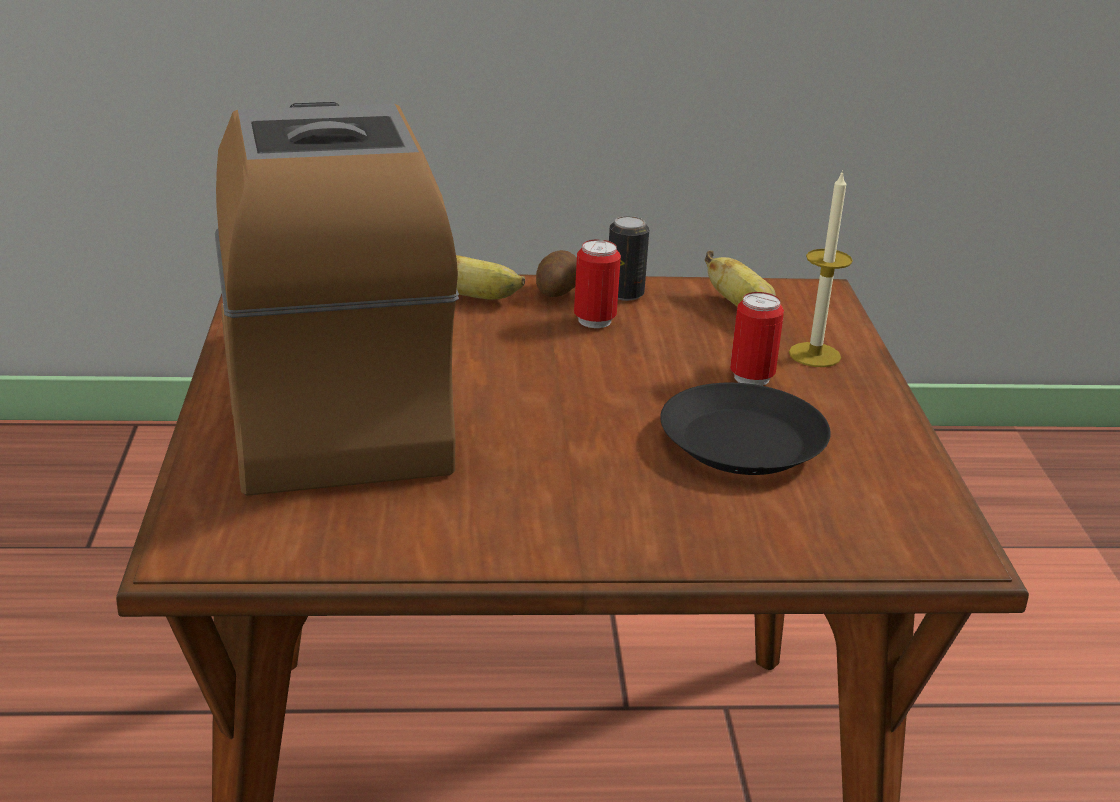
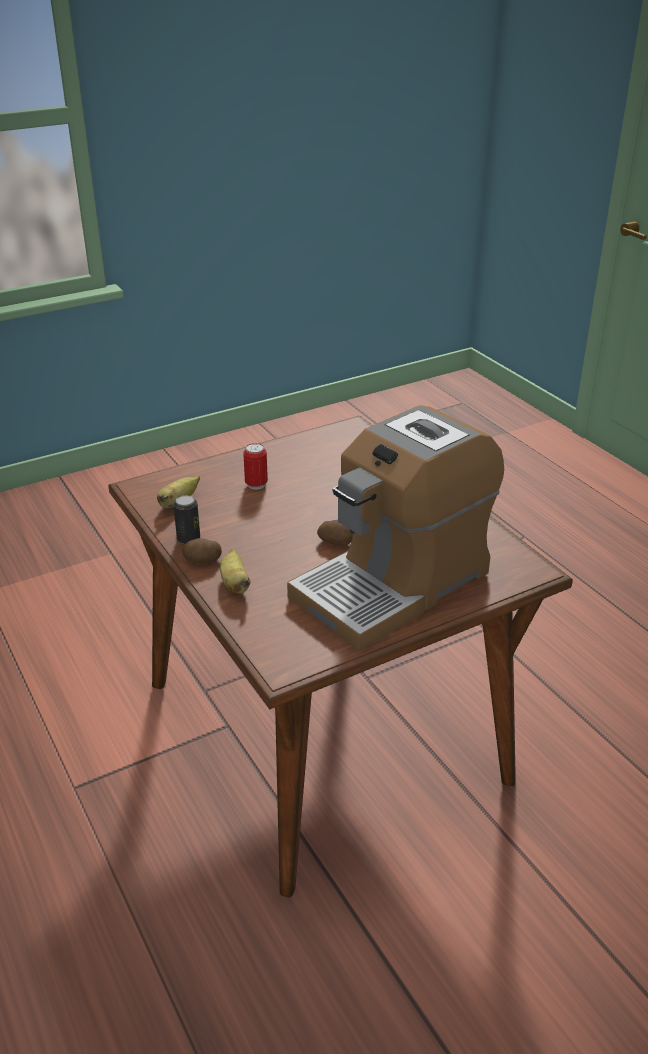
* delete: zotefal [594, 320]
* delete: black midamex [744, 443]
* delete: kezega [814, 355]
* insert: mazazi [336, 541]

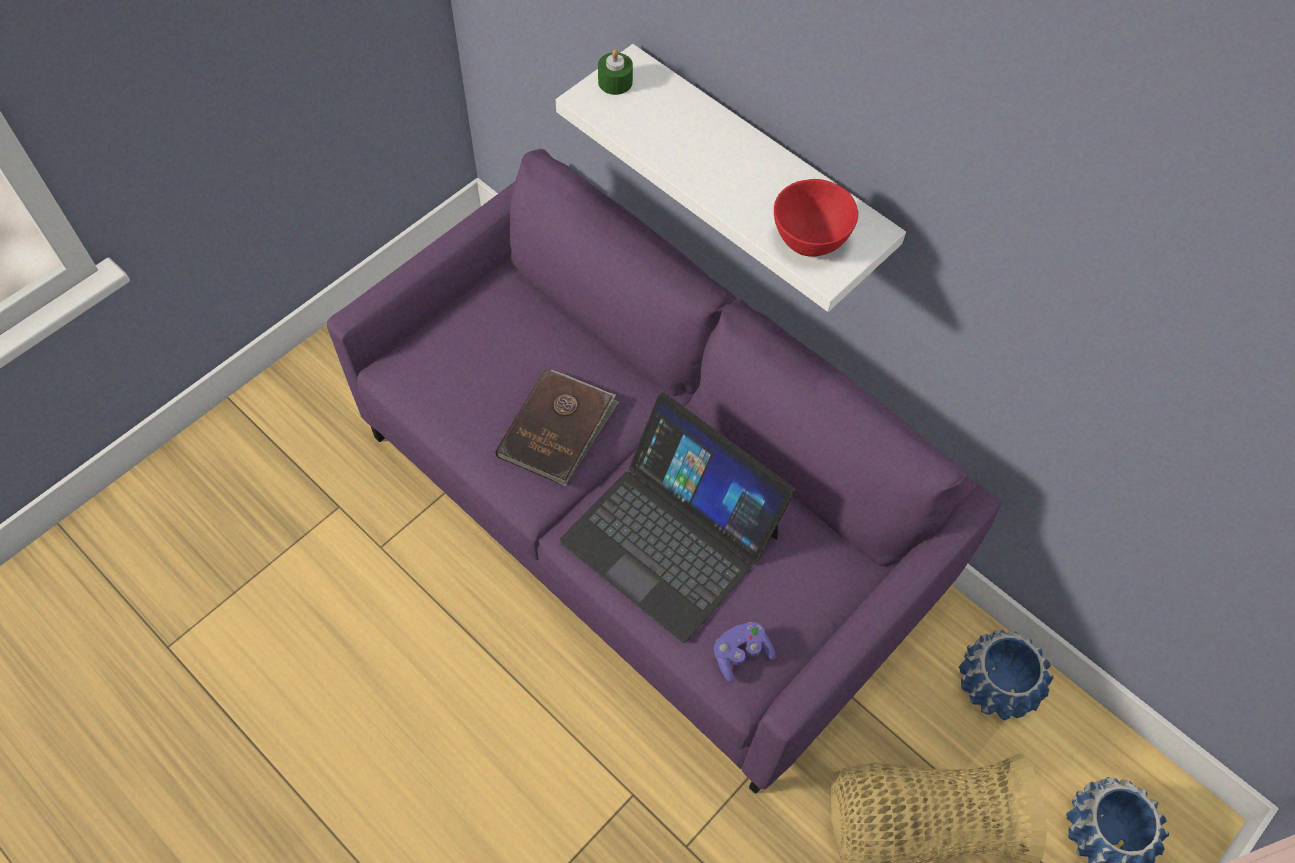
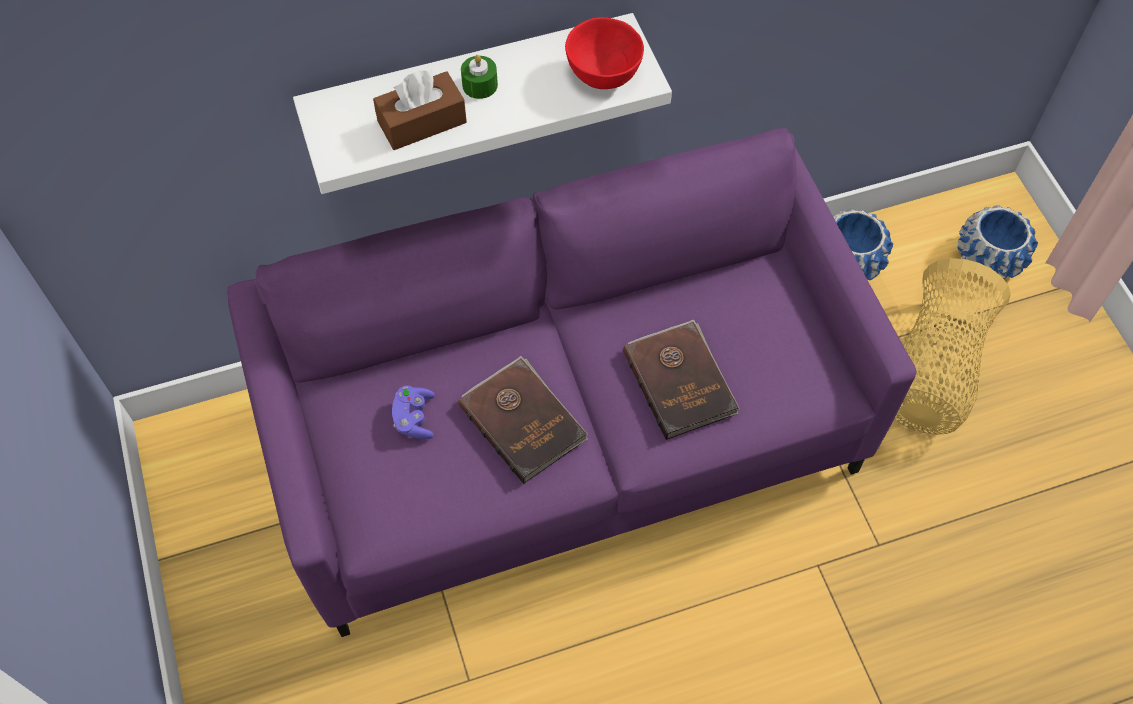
* replace: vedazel [671, 537] to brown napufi [680, 381]
* move: green kezega [615, 82] to [480, 85]
* move: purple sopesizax [741, 654] to [414, 418]
* insert: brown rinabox [422, 122]

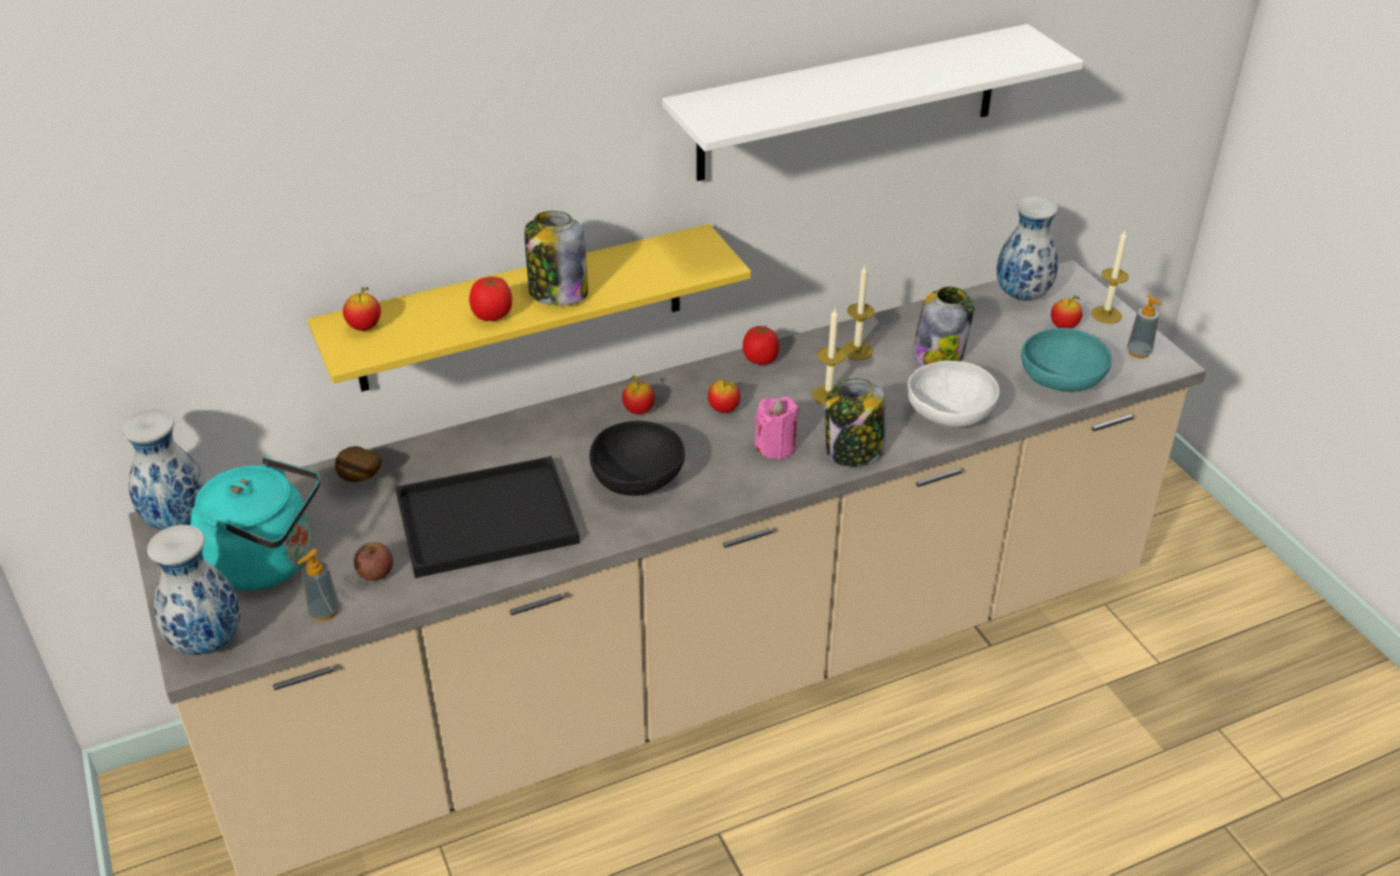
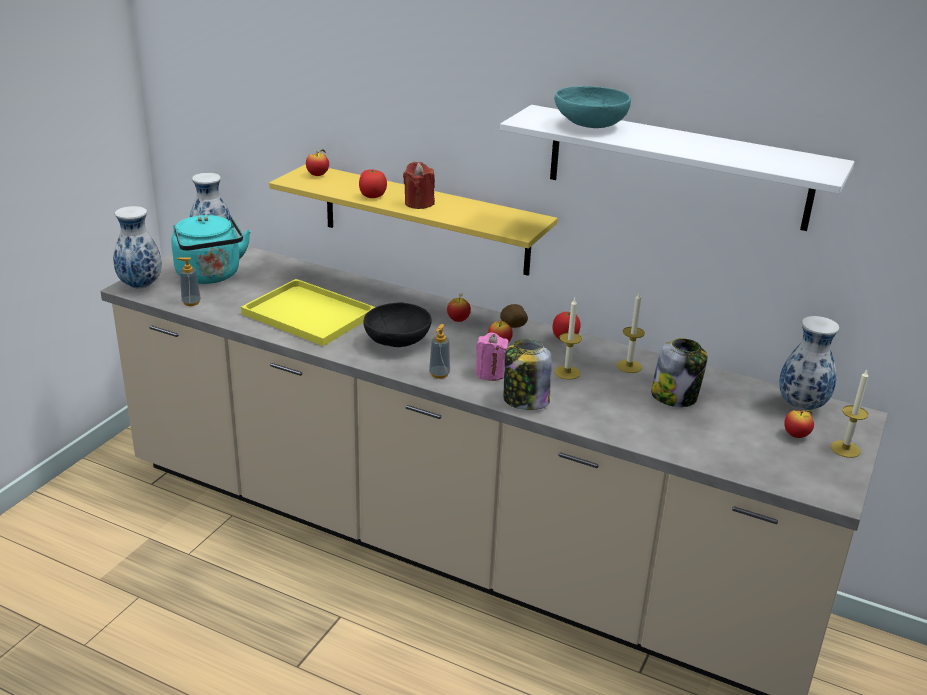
* move: mazazi [360, 480] to [512, 328]
* delete: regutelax [376, 573]
* recolor: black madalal [489, 517] to yellow madalal [311, 314]
* replace: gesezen [557, 292] to red kezega [419, 203]
* delete: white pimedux [949, 417]
* move: turquoise pimedux [1061, 382] to [589, 126]
* move: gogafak [1139, 352] to [439, 374]

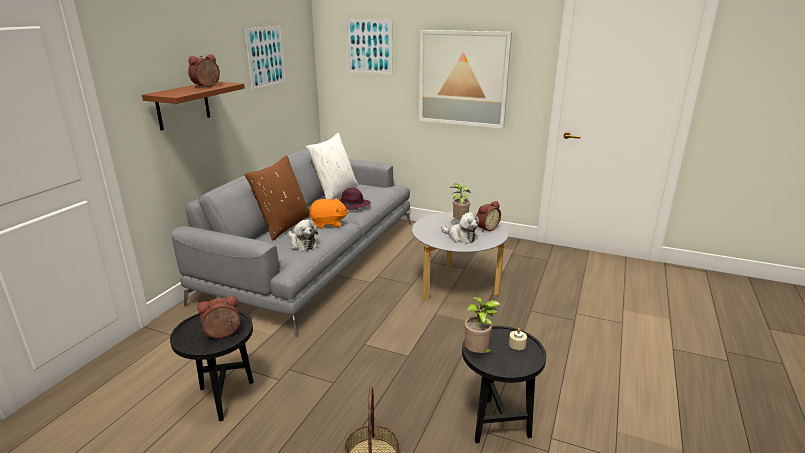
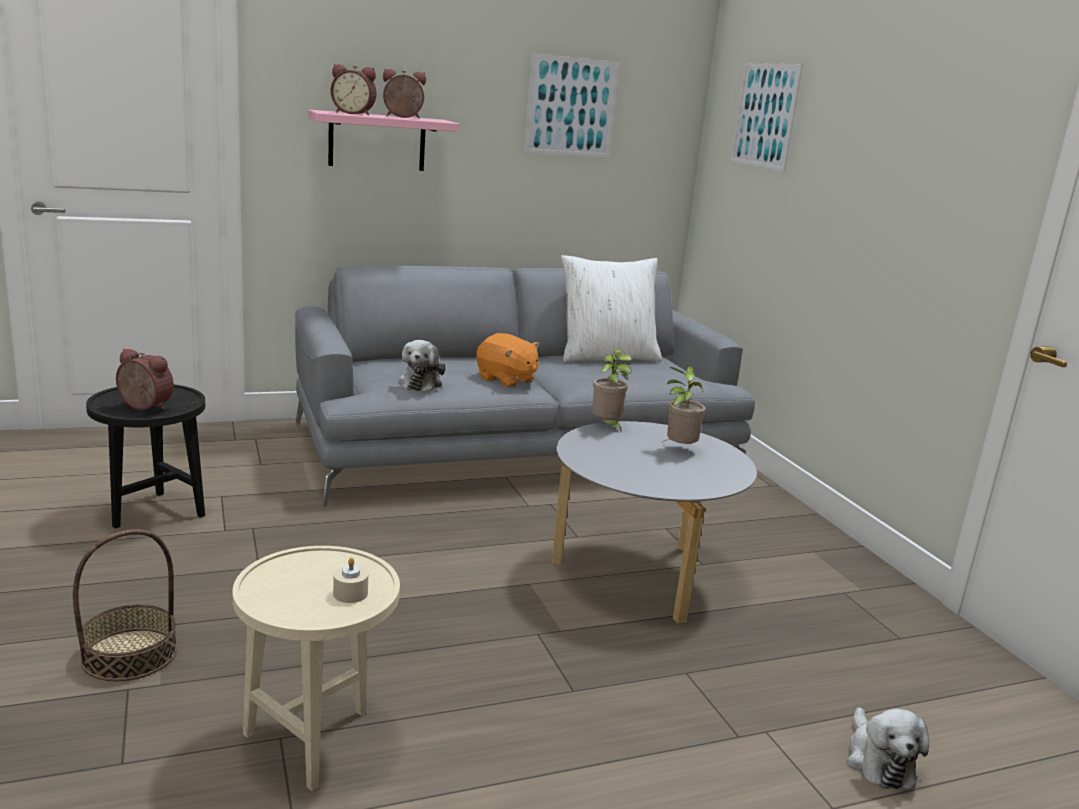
* recolor: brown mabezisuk [183, 105] to pink mabezisuk [377, 141]
* delete: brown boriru [283, 225]
* delete: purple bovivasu [351, 205]
* delete: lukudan [463, 78]
* move: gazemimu [460, 237] to [878, 760]
* recolor: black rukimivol [496, 421] to beige rukimivol [316, 738]
* move: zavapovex [478, 354] to [607, 427]
* move: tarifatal [486, 228] to [354, 113]

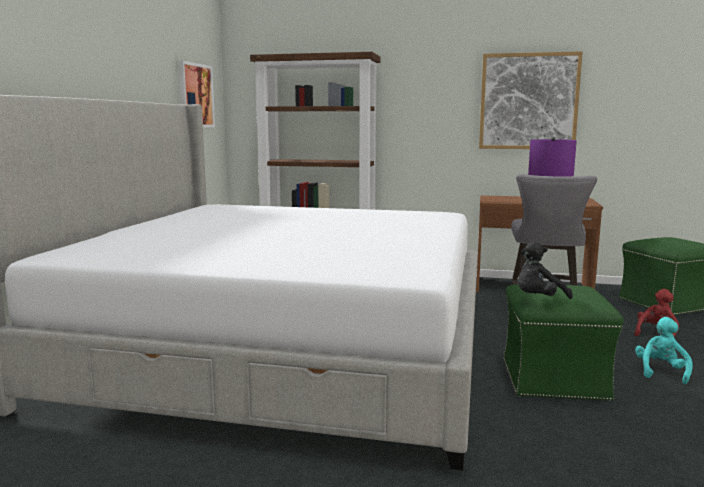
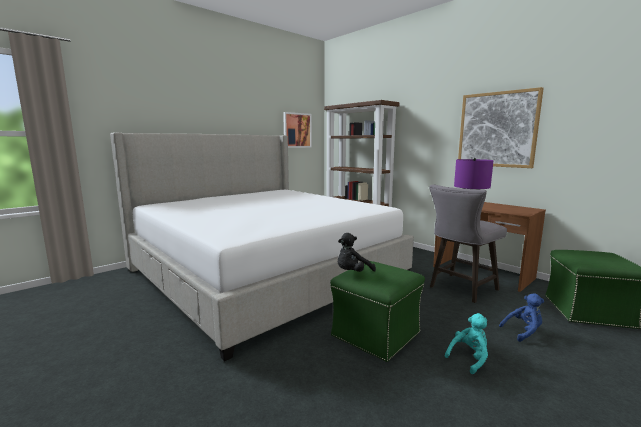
* rotate: black gazemimu [538, 299] = [352, 273] 45 degrees counterclockwise
* recolor: red gazemimu [656, 335] to blue gazemimu [523, 332]

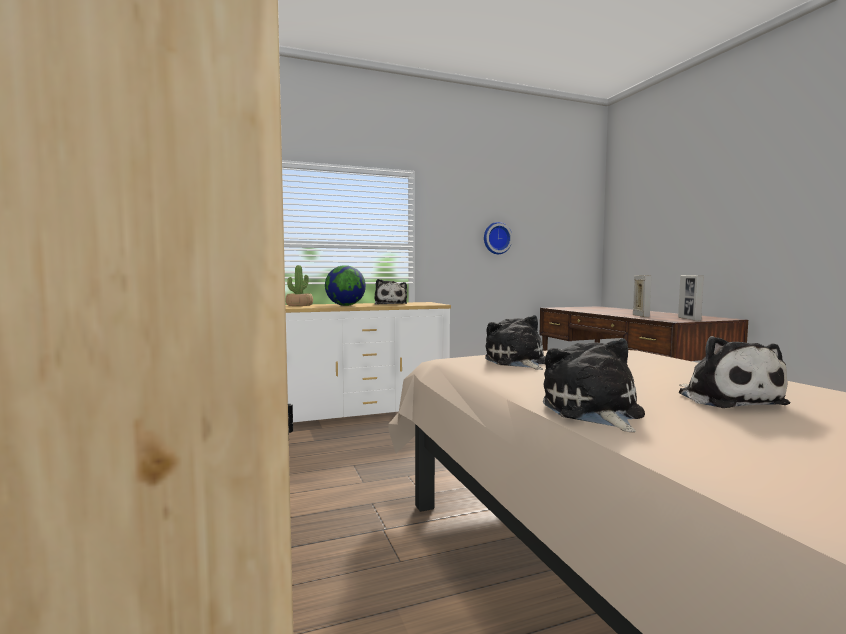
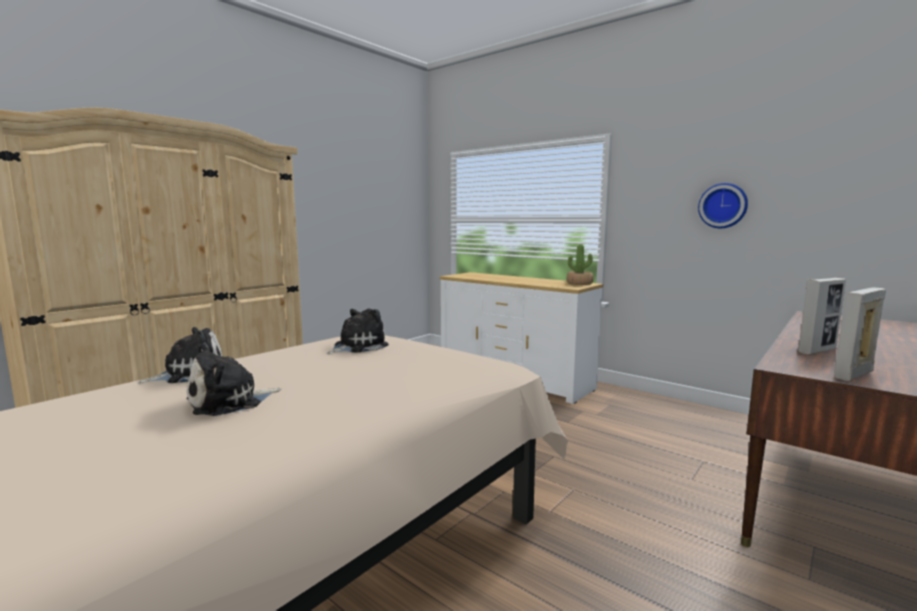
* move: zavapovex [299, 305] to [579, 283]
* delete: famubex [345, 305]
* delete: gazemimu [390, 304]

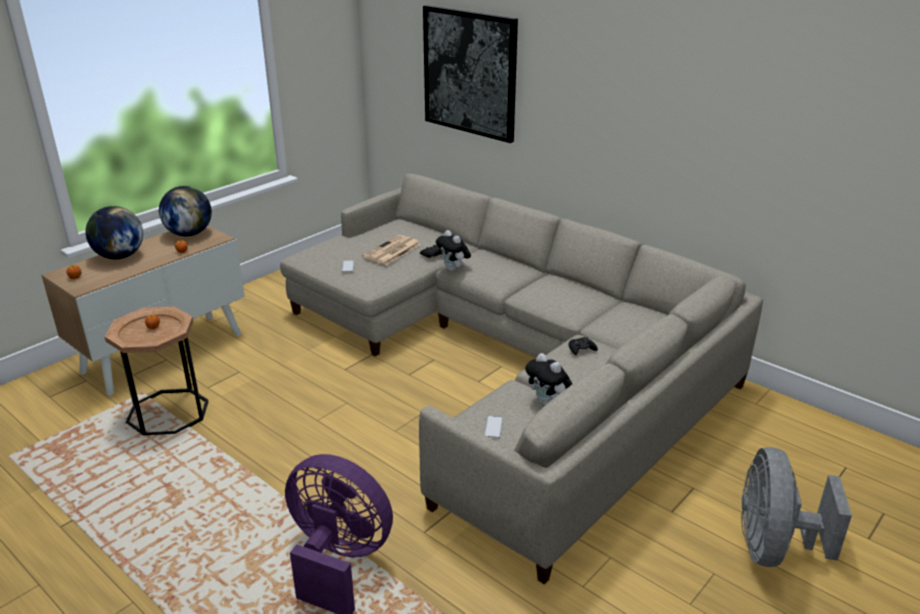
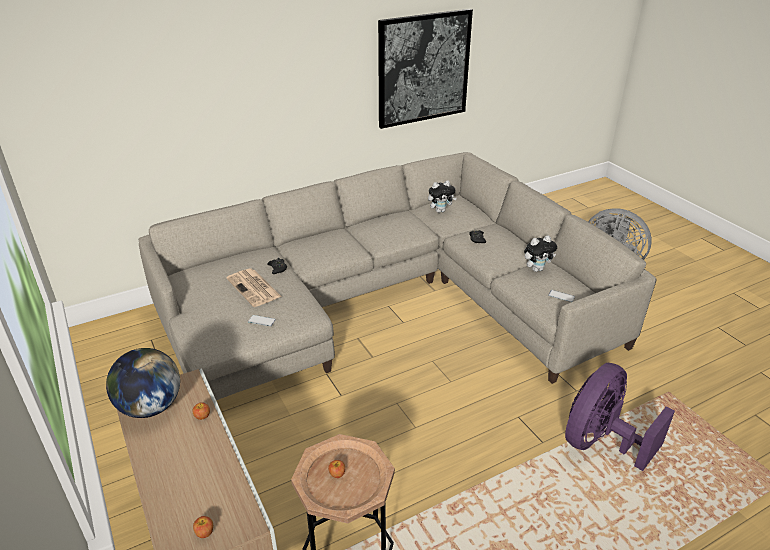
* delete: famubex [120, 256]
* move: lukudan [470, 73] to [423, 68]
* move: gazemimu [453, 270] to [440, 211]

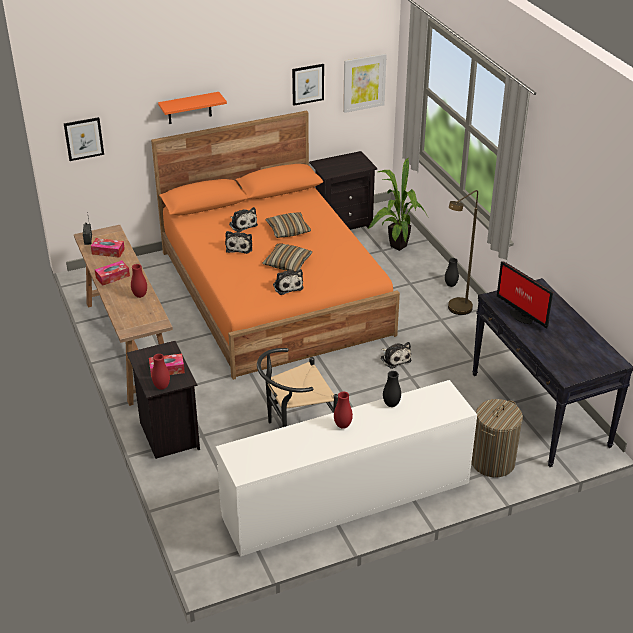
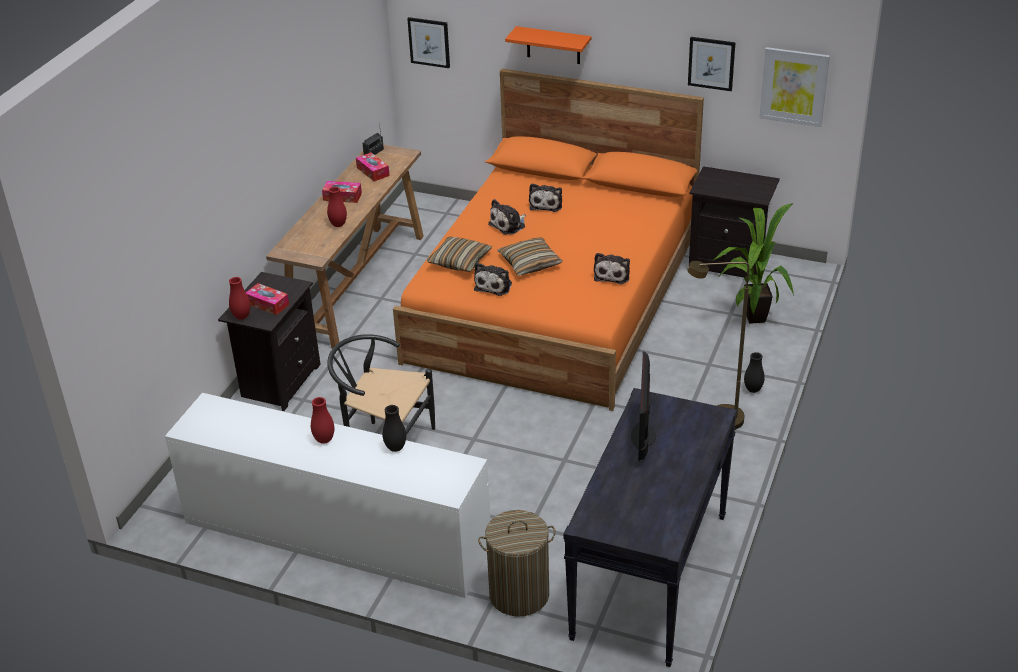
* move: boriru [288, 230] to [459, 261]
* move: gazemimu [395, 358] to [612, 274]

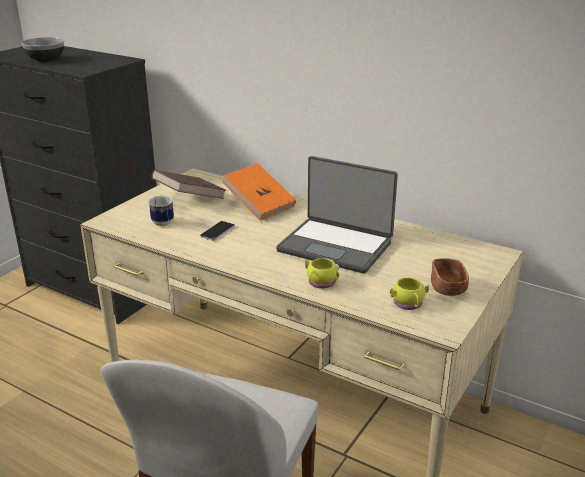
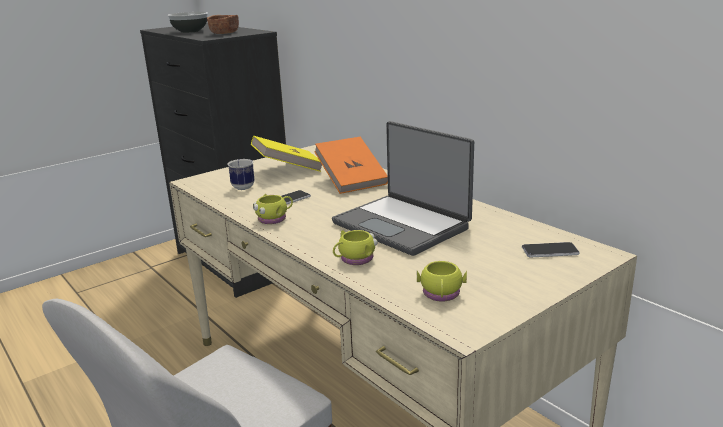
* recolor: brown napufi [189, 199] to yellow napufi [288, 169]
* move: brown pimedux [447, 288] to [224, 33]
* insert: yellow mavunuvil [274, 218]
* insert: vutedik [550, 251]

